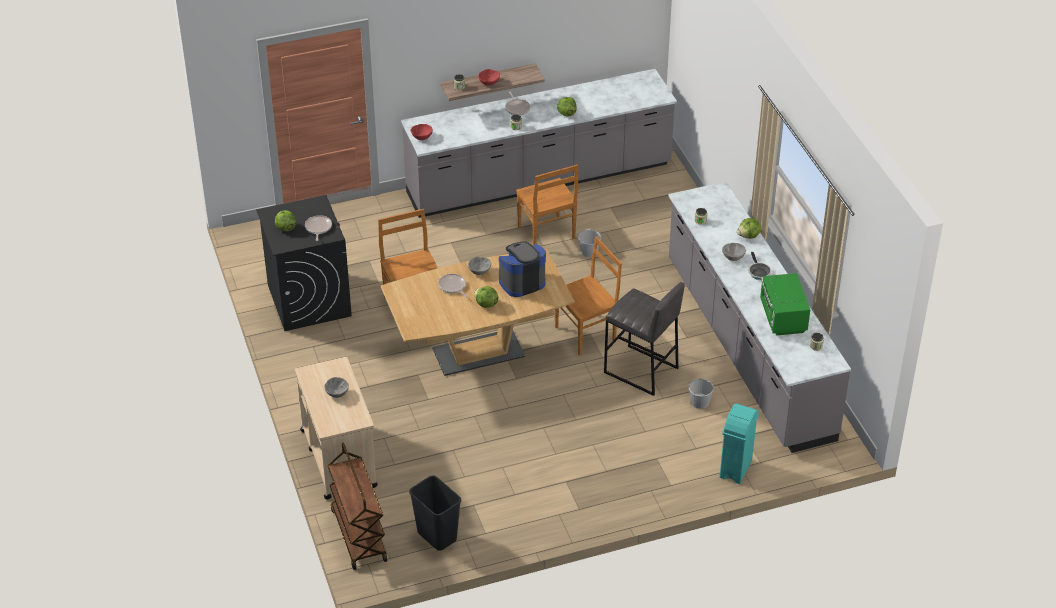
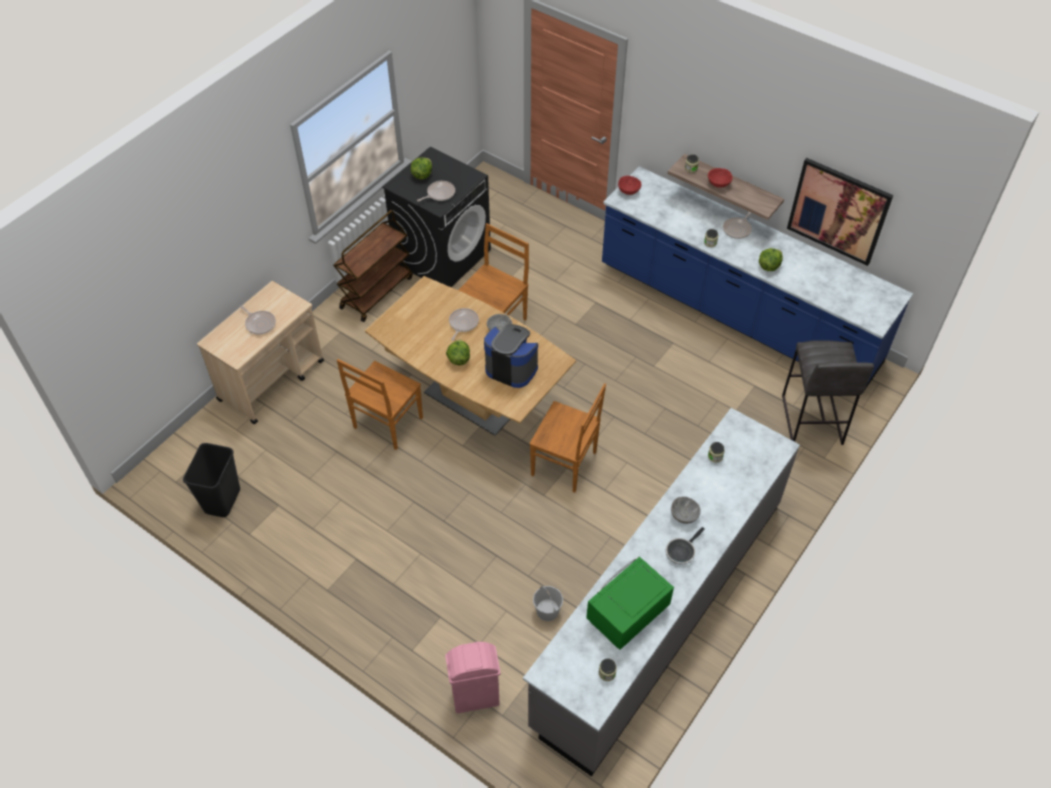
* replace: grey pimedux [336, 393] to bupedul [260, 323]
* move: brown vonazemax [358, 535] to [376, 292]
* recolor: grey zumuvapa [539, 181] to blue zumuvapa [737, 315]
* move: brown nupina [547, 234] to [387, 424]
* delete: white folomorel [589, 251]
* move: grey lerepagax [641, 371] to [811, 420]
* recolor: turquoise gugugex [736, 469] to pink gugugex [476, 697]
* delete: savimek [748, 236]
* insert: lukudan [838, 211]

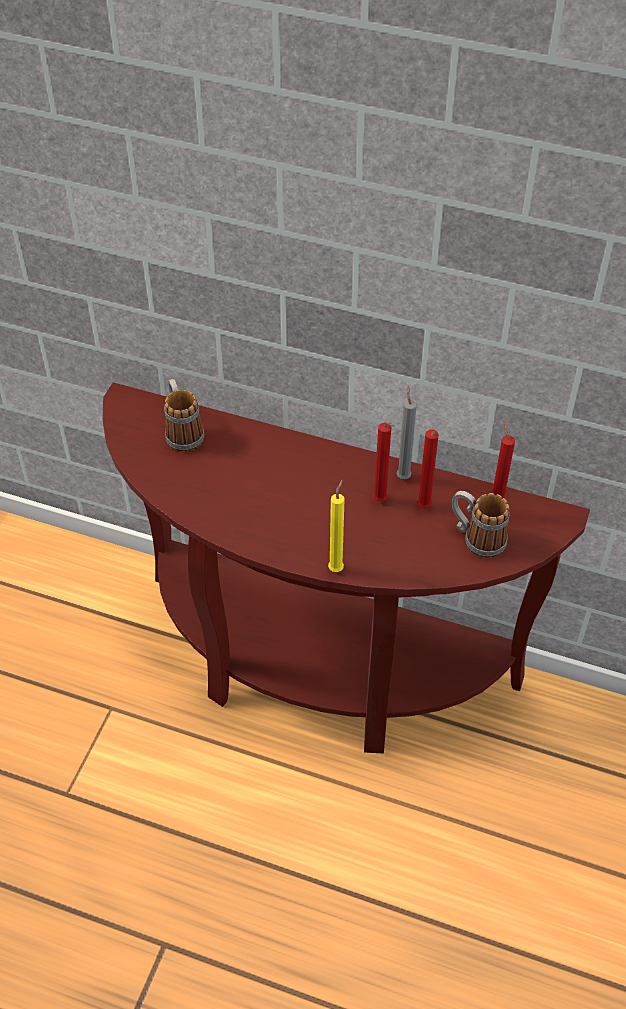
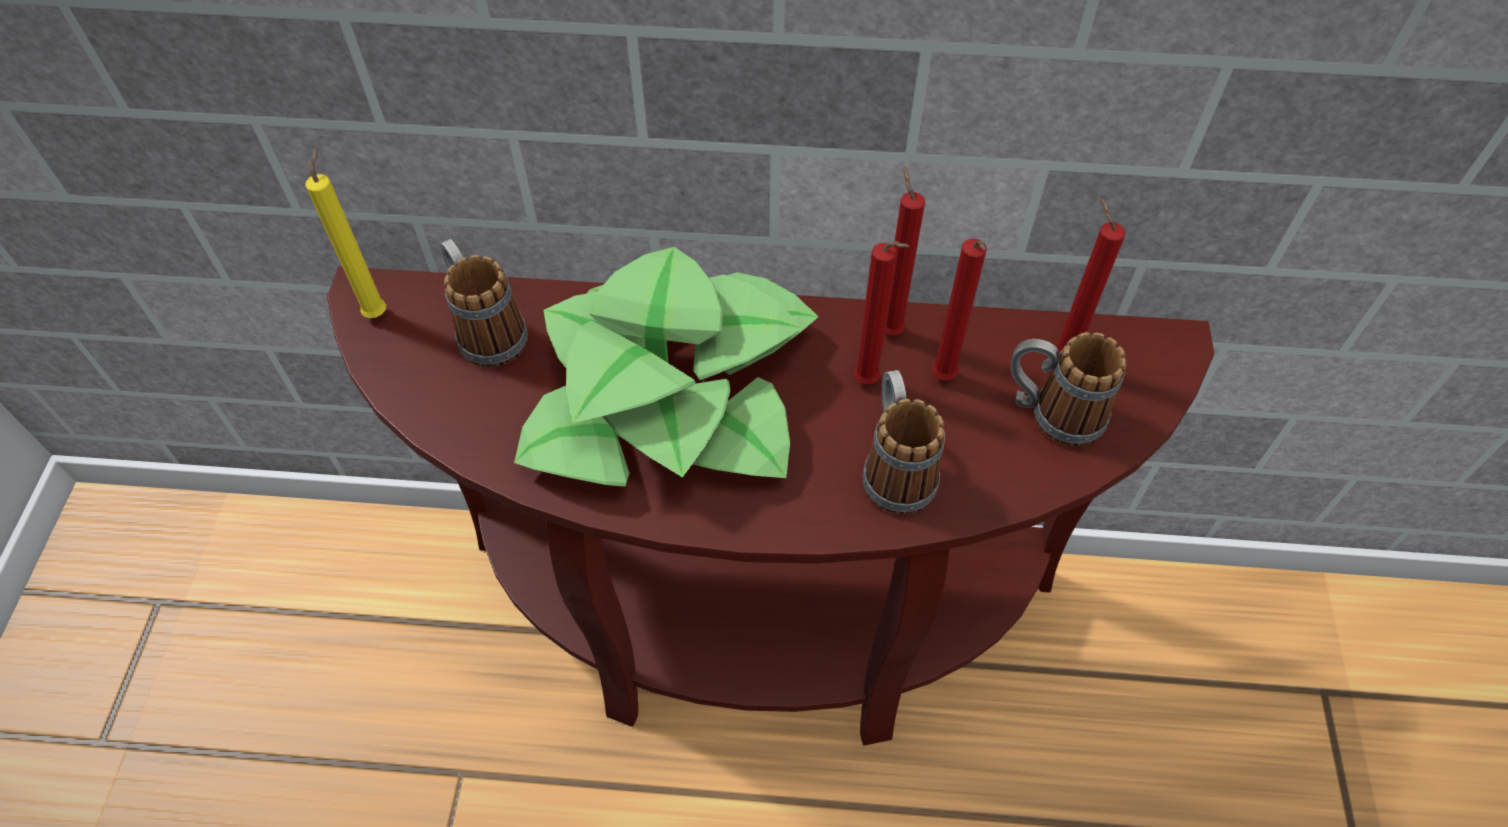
* move: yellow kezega [336, 567] to [377, 311]
* recolor: grey kezega [403, 475] to red kezega [889, 328]
* insert: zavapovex [672, 396]
* insert: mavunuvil [894, 467]

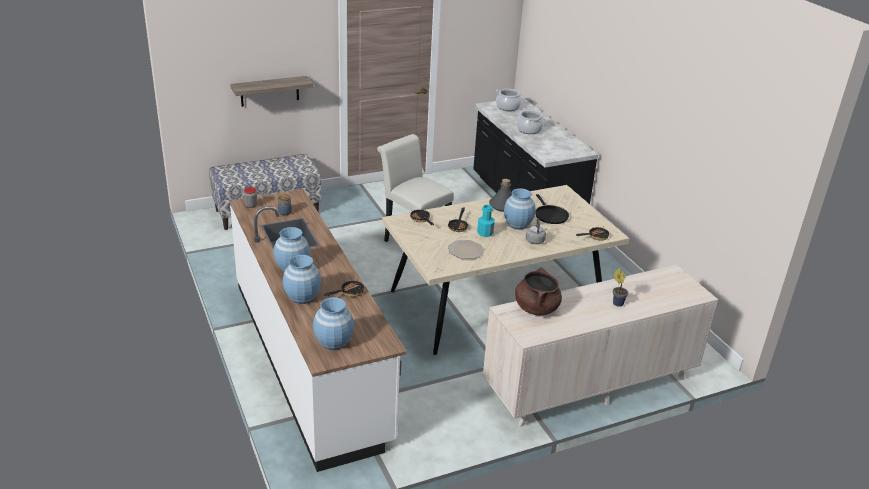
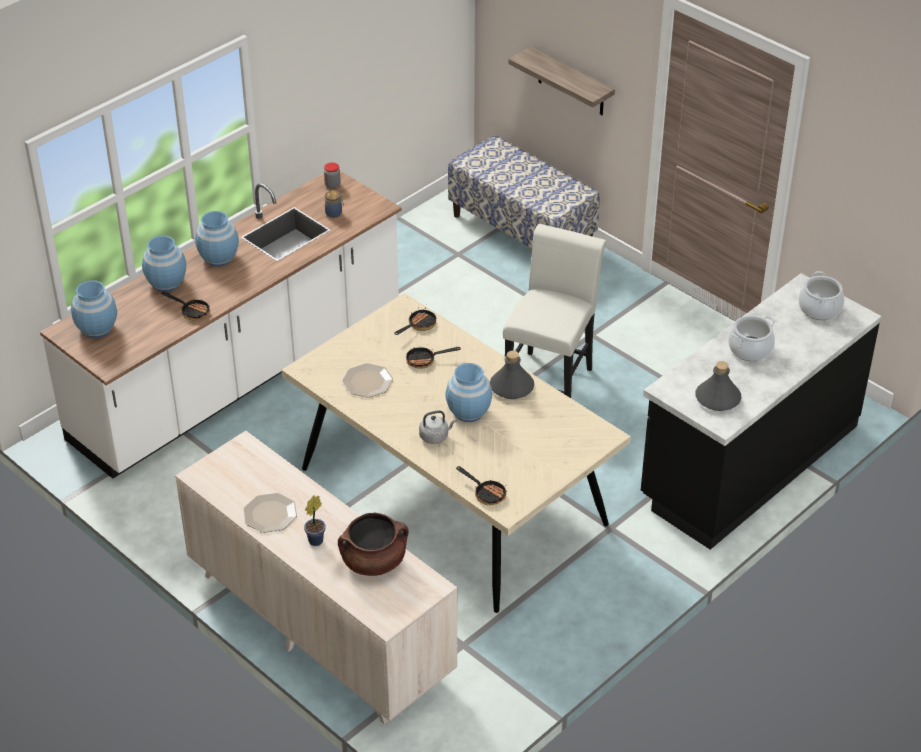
* delete: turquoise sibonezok [485, 233]
* move: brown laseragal [536, 308] to [373, 561]
* delete: black bupedul [550, 215]
* insert: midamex [269, 514]
* insert: grey sibonezok [717, 399]

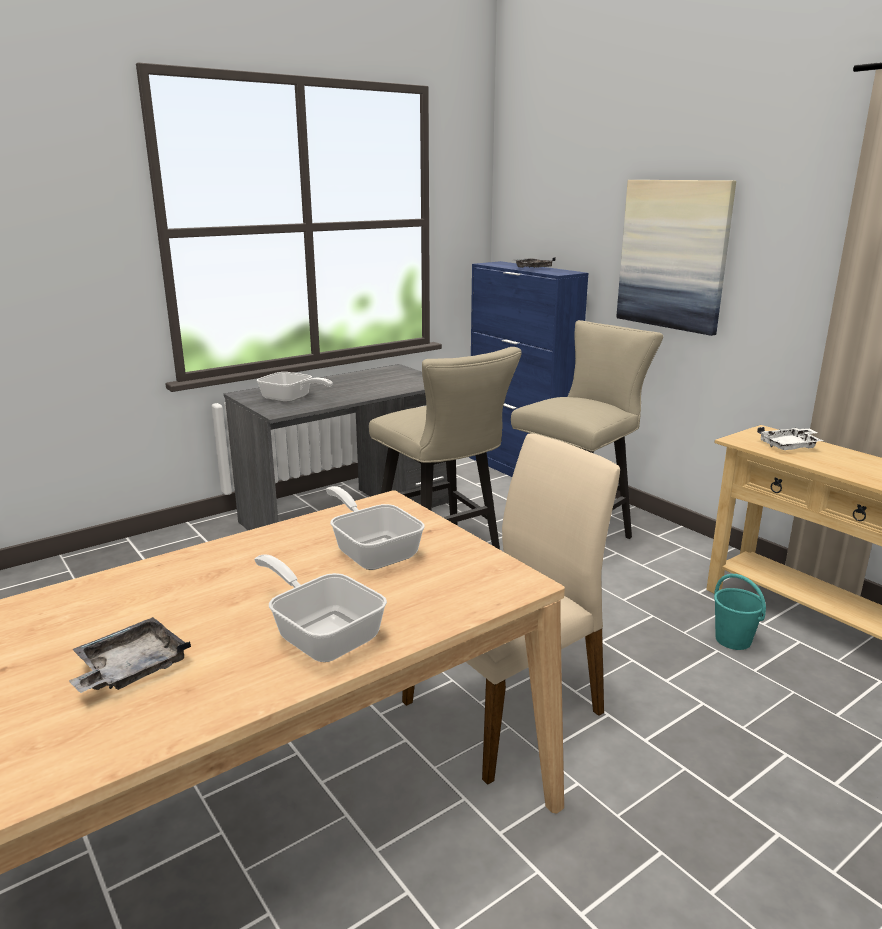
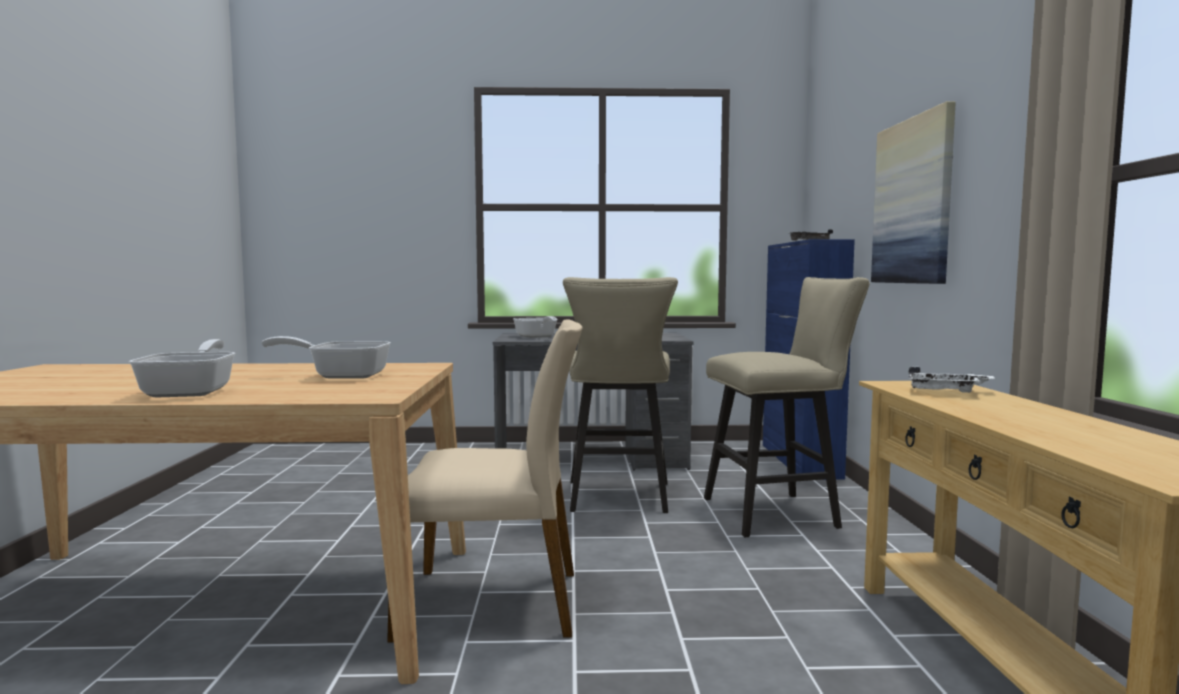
* delete: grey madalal [130, 669]
* rotate: bupedul [373, 551] = [341, 376] 90 degrees counterclockwise
* delete: turquoise folomorel [733, 640]

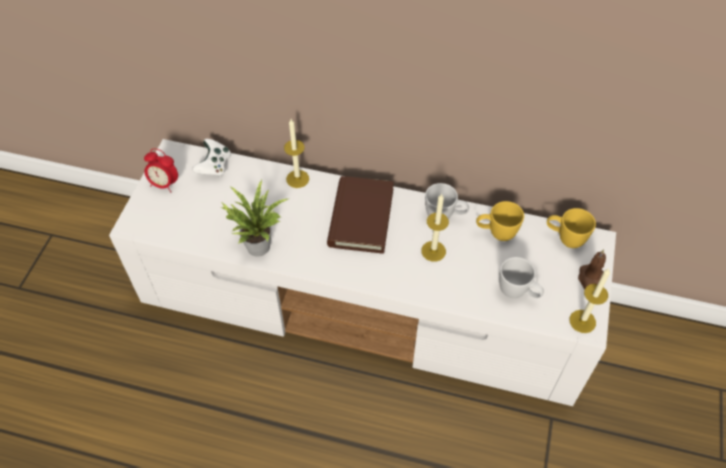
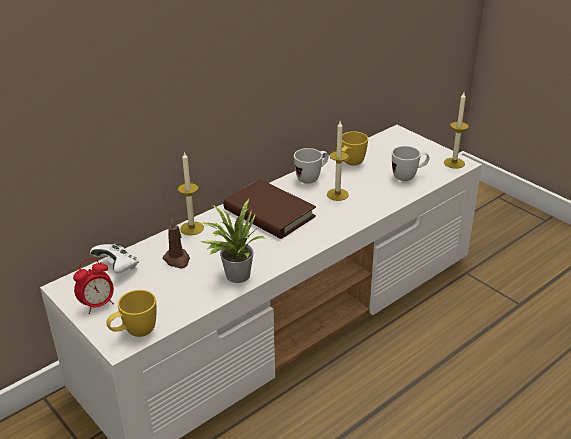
* move: yellow mavunuvil [564, 238] to [134, 333]
* move: brown kezega [590, 278] to [177, 260]

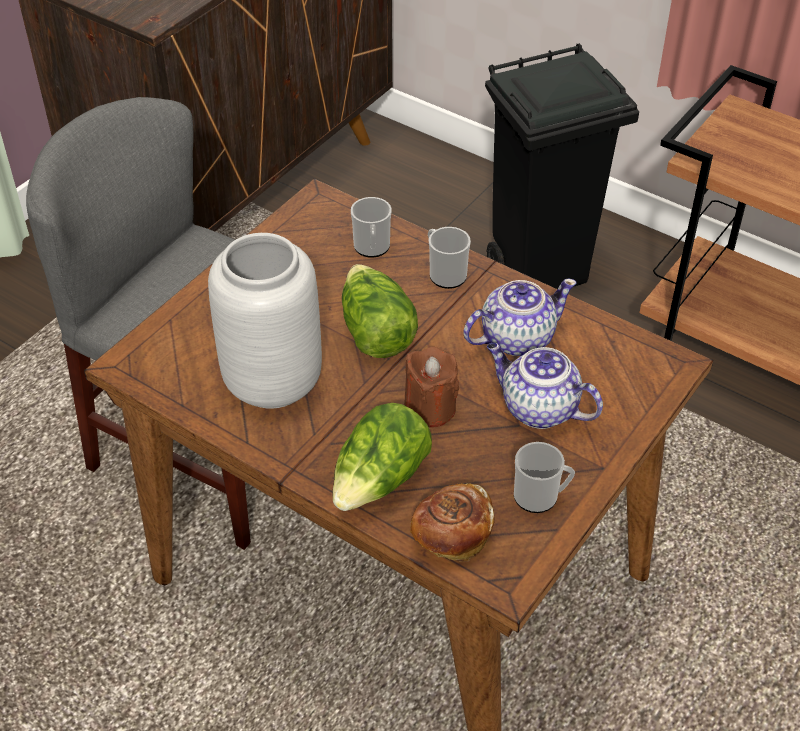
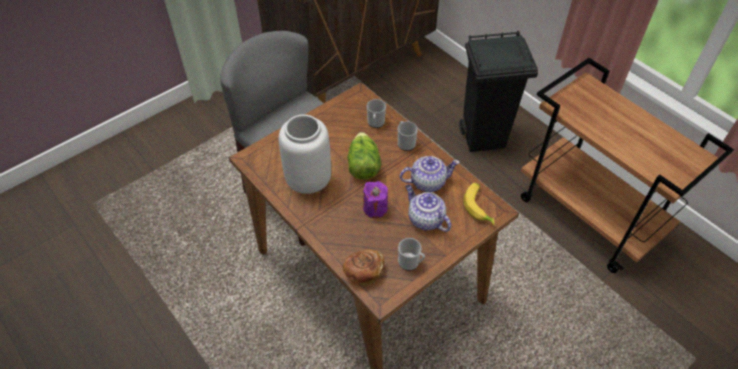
* delete: savimek [380, 480]
* recolor: brown kezega [430, 408] to purple kezega [375, 208]
* insert: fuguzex [479, 207]

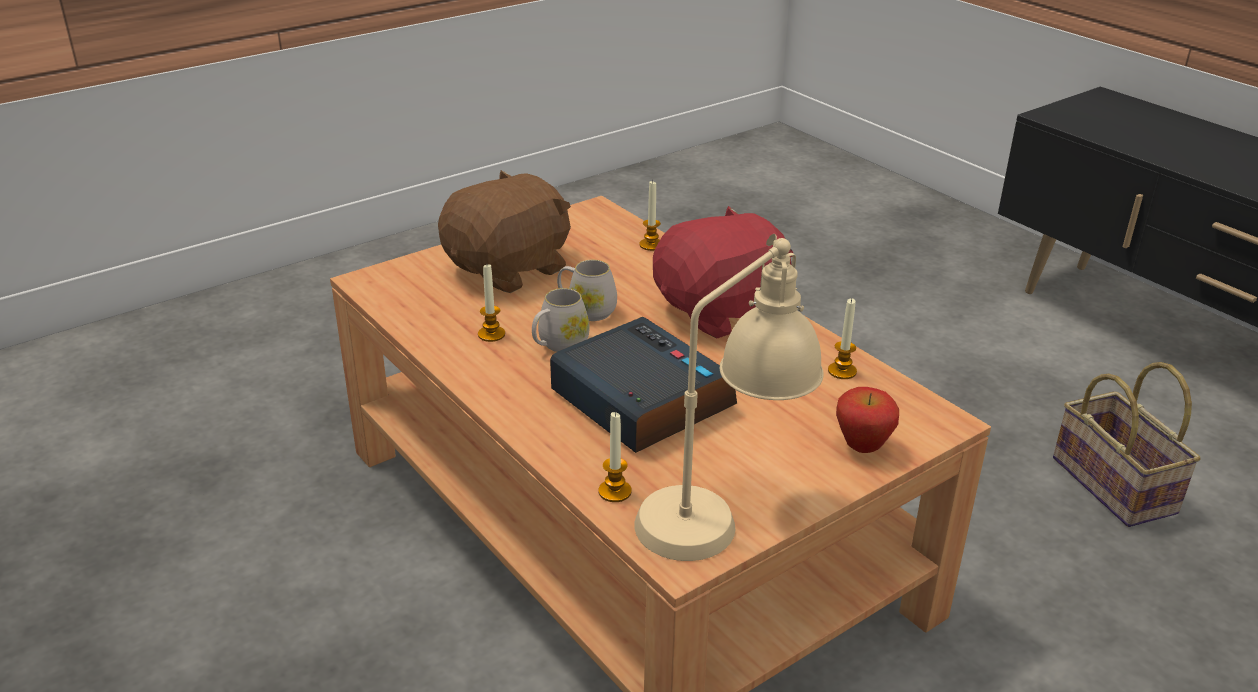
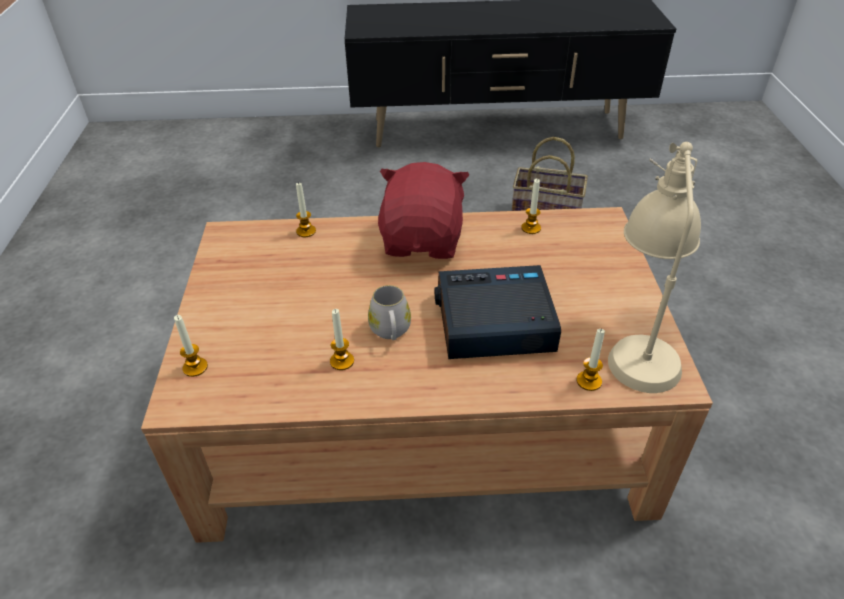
* delete: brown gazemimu [510, 269]
* delete: white mavunuvil [586, 310]
* delete: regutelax [862, 448]
* insert: kezega [195, 367]

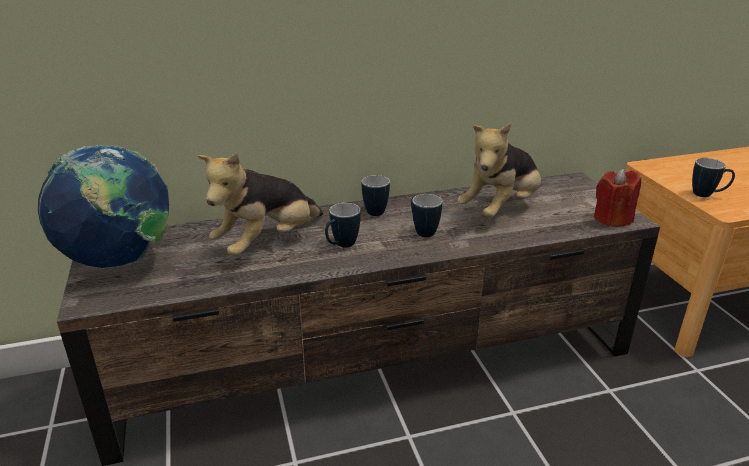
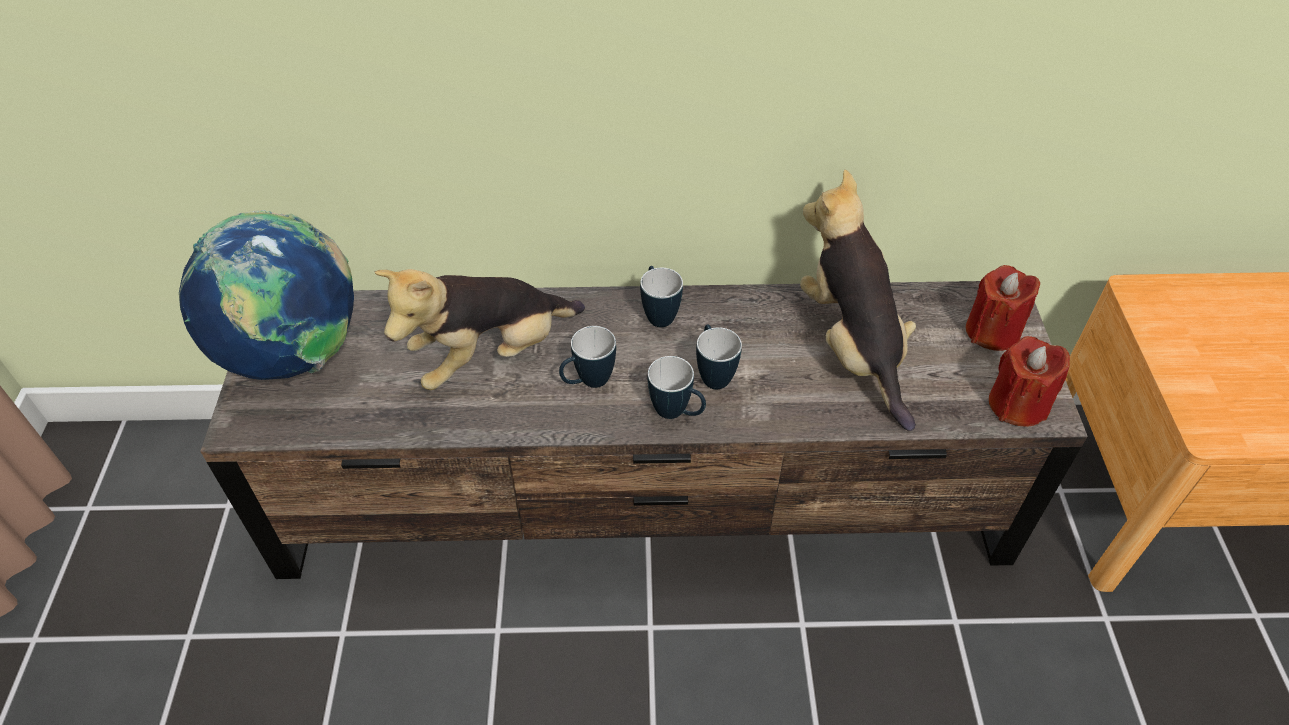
* rotate: gazemimu [501, 209] = [852, 347] 105 degrees clockwise
* move: mavunuvil [707, 195] to [677, 413]
* insert: red kezega [992, 331]

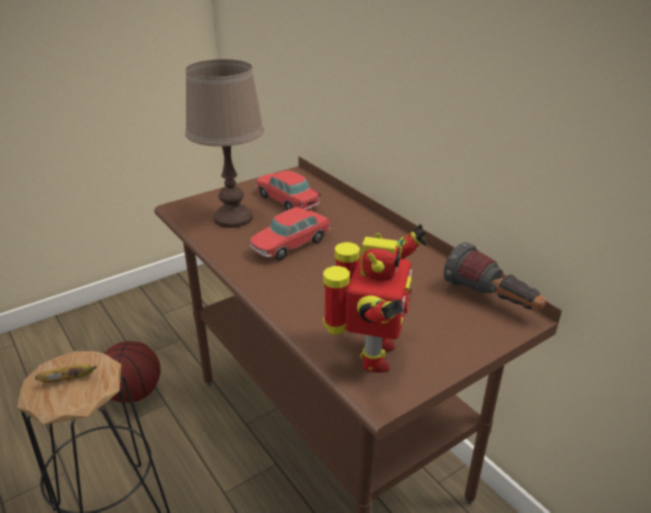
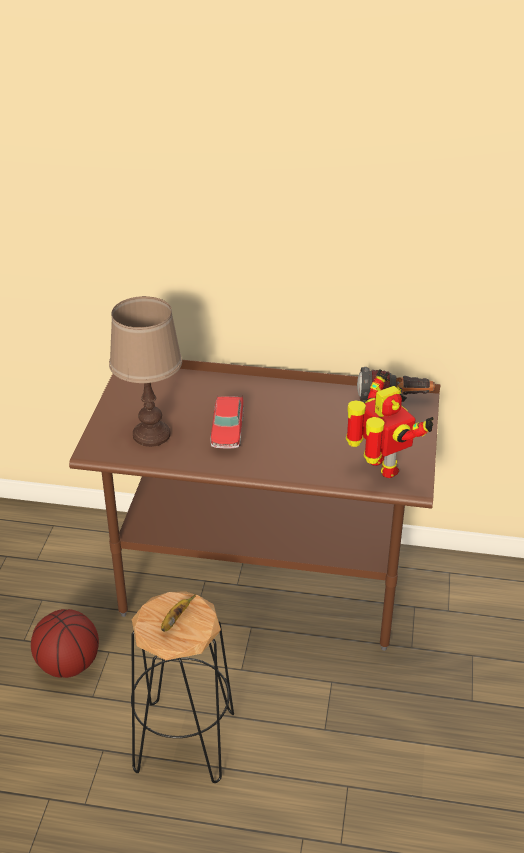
* delete: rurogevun [287, 200]

